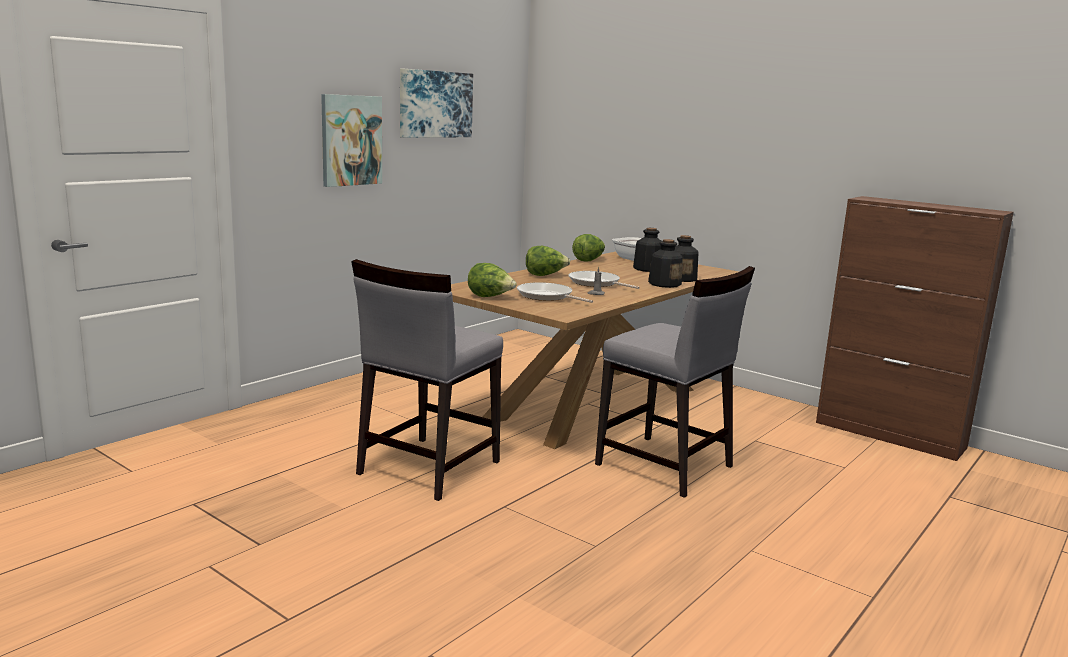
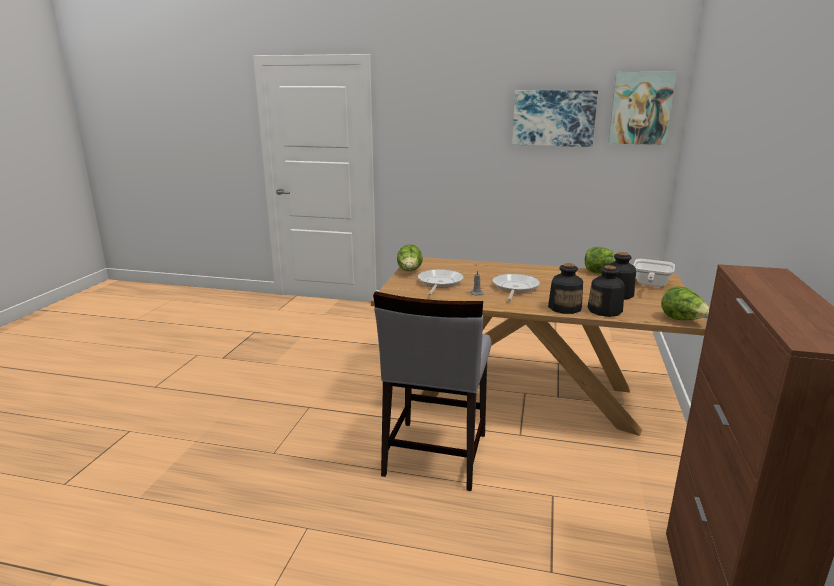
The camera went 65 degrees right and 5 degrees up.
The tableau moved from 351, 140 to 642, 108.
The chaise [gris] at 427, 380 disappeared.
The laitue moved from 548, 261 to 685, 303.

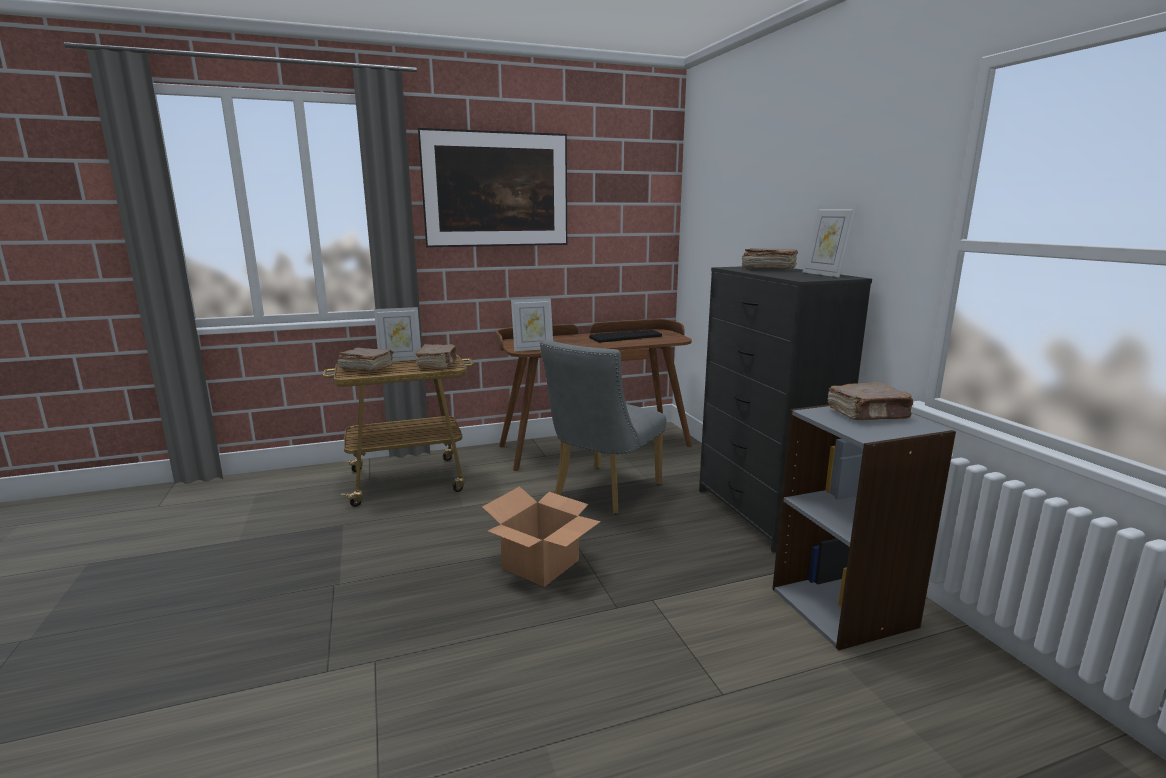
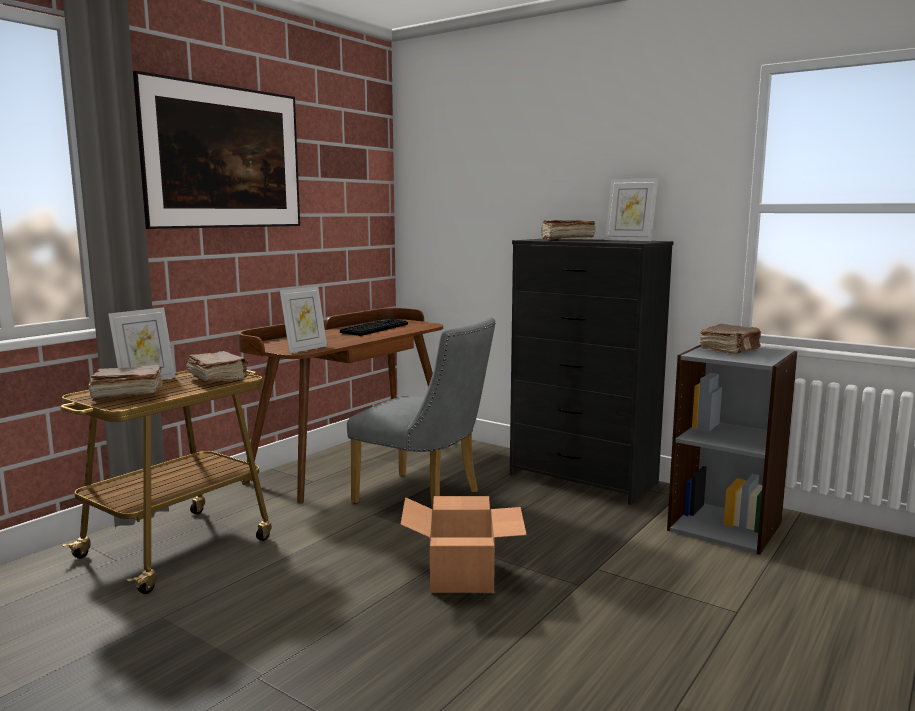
The camera went 35 degrees left and 5 degrees down.
The chaise [gris] at 603, 426 turned 60 degrees counterclockwise.

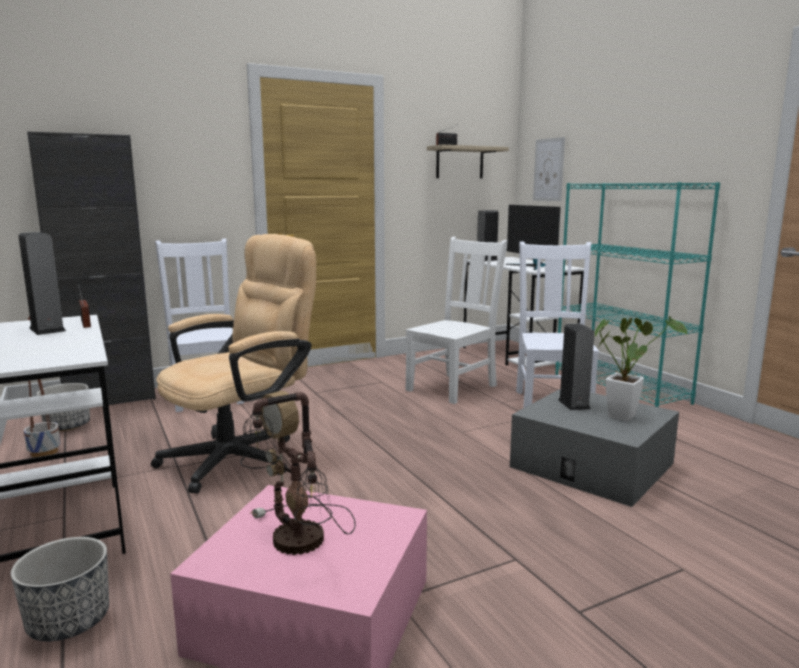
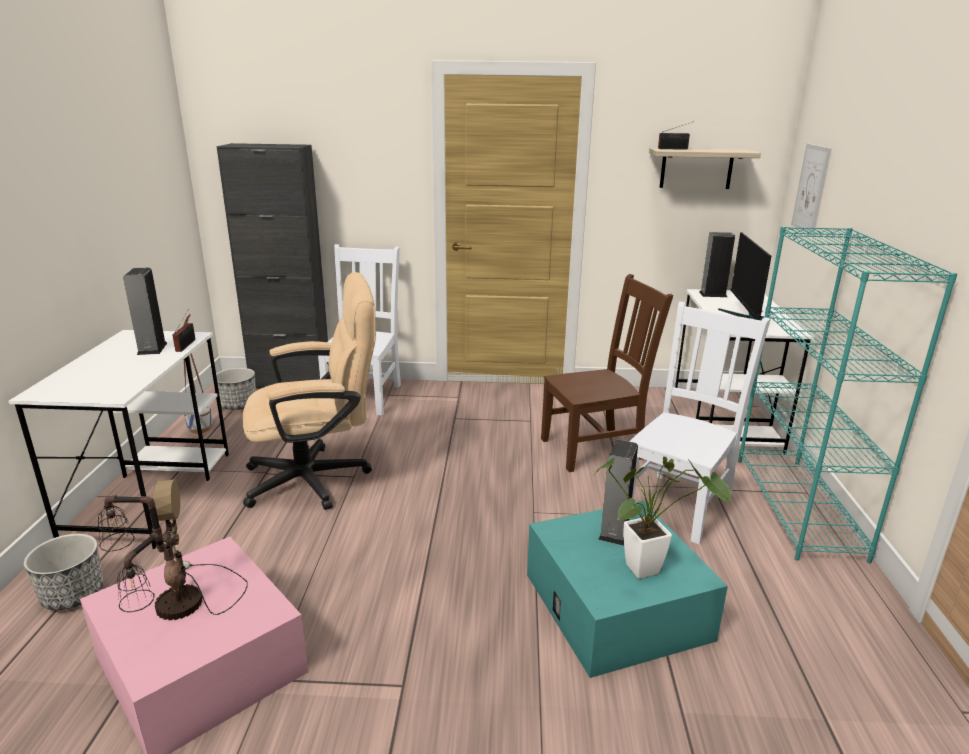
The camera went 30 degrees right and 10 degrees up.
The chaise [blanc] at 456, 320 became the chaise [marron] at 607, 373.
The boîte de rangement [gris] at 594, 448 became the boîte de rangement [turquoise] at 627, 589.

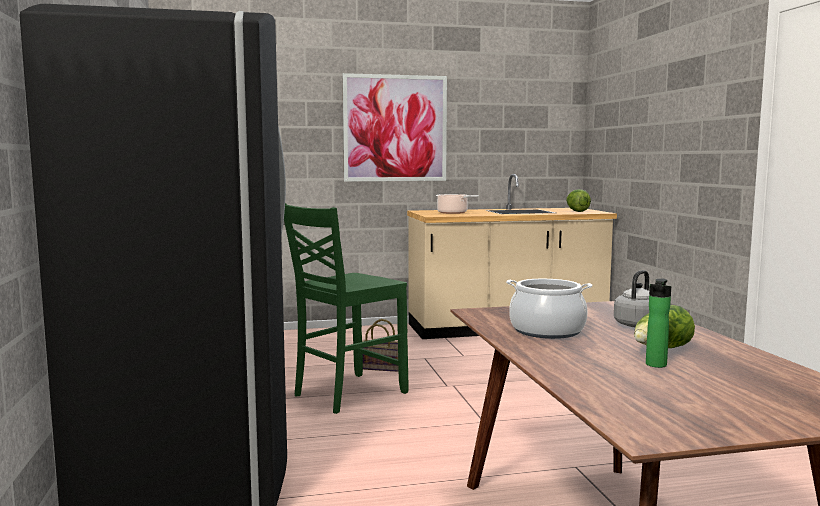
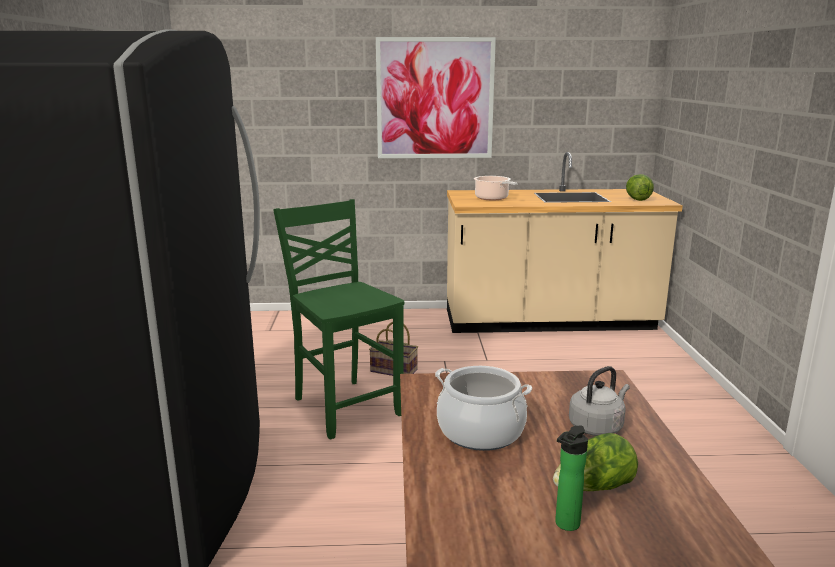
The camera went 10 degrees right and 10 degrees up.
The chaise [vert] at 346, 308 turned 90 degrees clockwise.

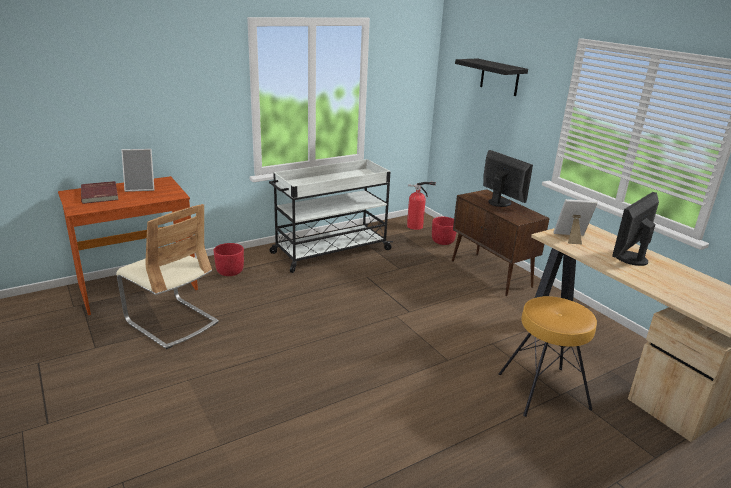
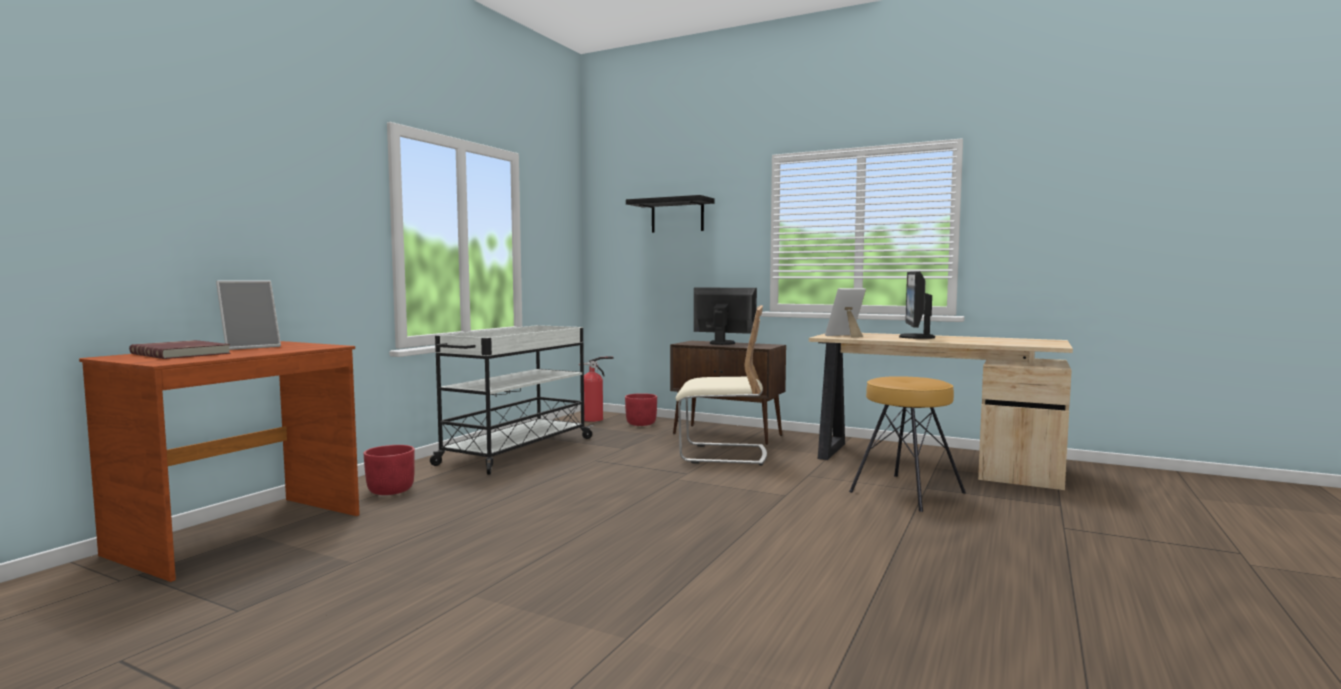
The camera went 30 degrees left and 20 degrees down.
The chaise [beige] moved from 167, 276 to 721, 385.

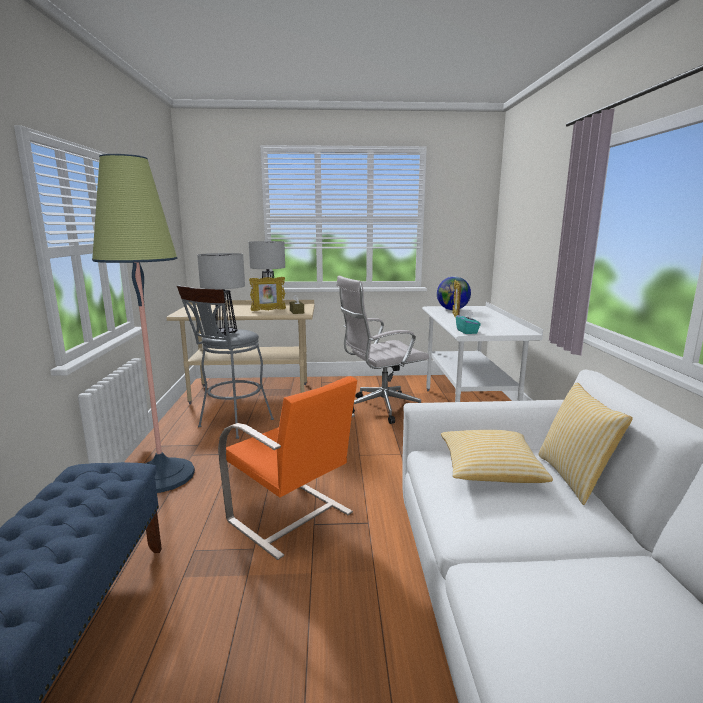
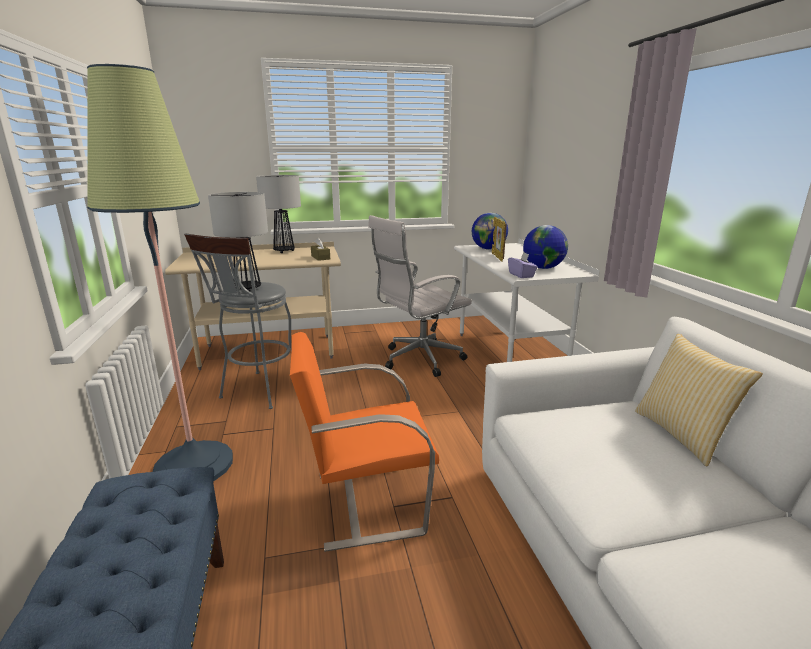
The camera went 10 degrees left and 5 degrees up.
The chaise [orange] at 287, 468 turned 135 degrees clockwise.
The cadre photo at 267, 294 disappeared.
The coussin at 497, 456 disappeared.
The boîte à mouchoirs [turquoise] at 468, 322 became the boîte à mouchoirs [violet] at 523, 265.
The globe at 545, 247 appeared.

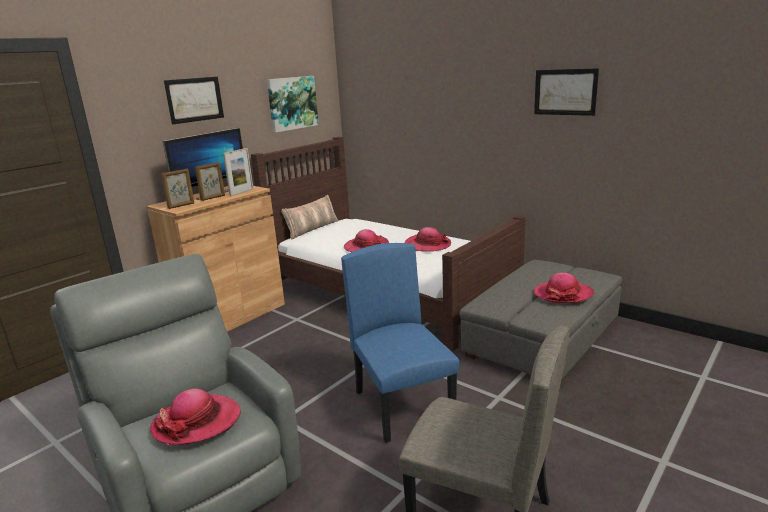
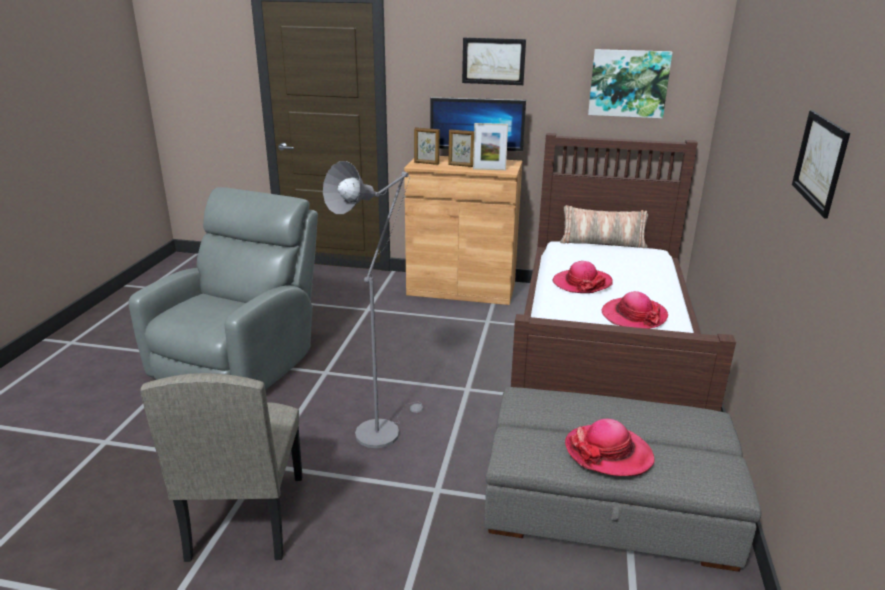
The camera went 60 degrees right and 5 degrees up.
The chapeau at 195, 417 disappeared.
The chaise [bleu] at 400, 343 was replaced by the lampadaire [gris] at 373, 304.

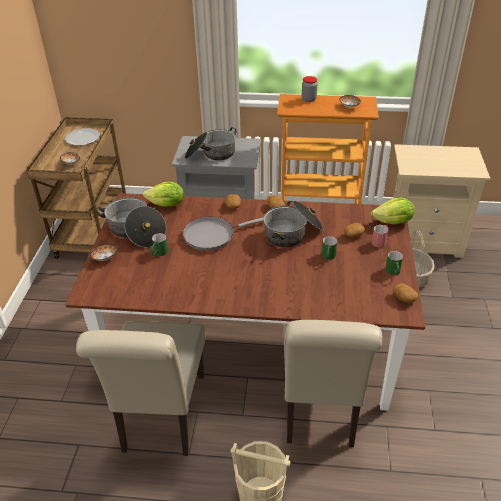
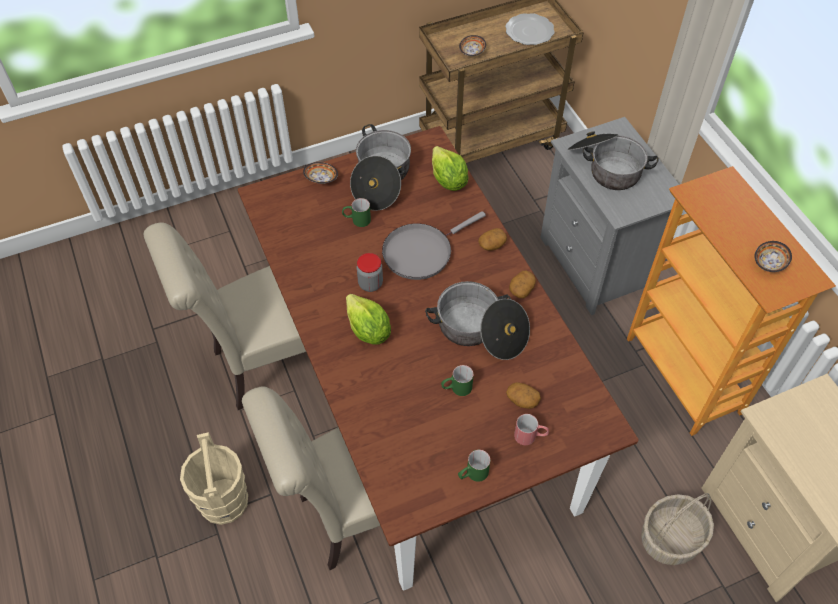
The camera went 60 degrees right and 15 degrees up.
The poêle [gris] at 223, 234 turned 75 degrees counterclockwise.
The bocal moved from 309, 89 to 370, 272.
The laitue moved from 393, 211 to 368, 319.
The pomme de terre at 405, 293 disappeared.

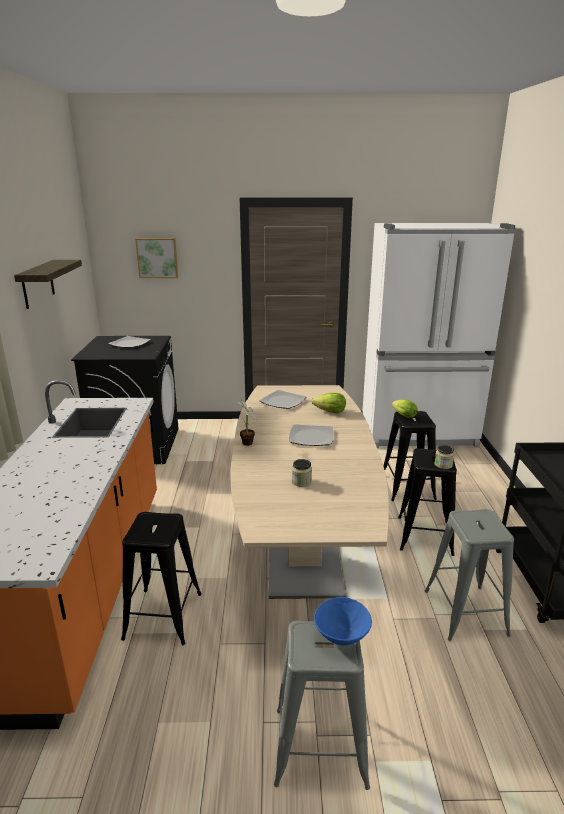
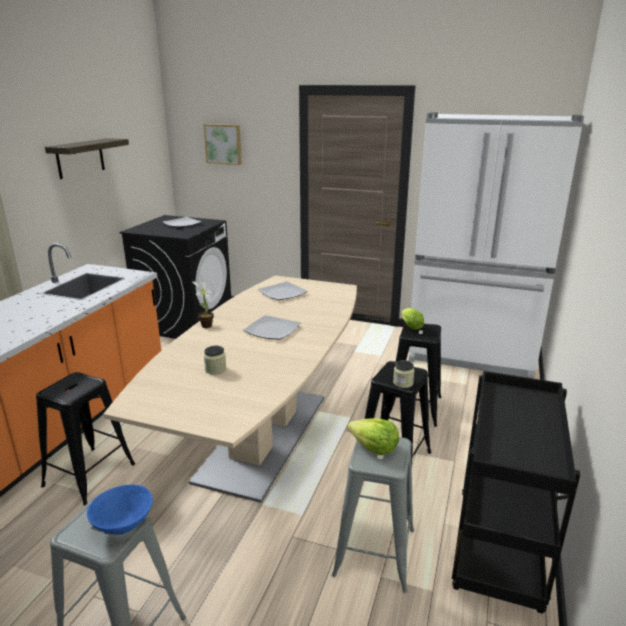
The camera went 20 degrees right and 0 degrees up.
The laitue moved from 329, 403 to 373, 436.

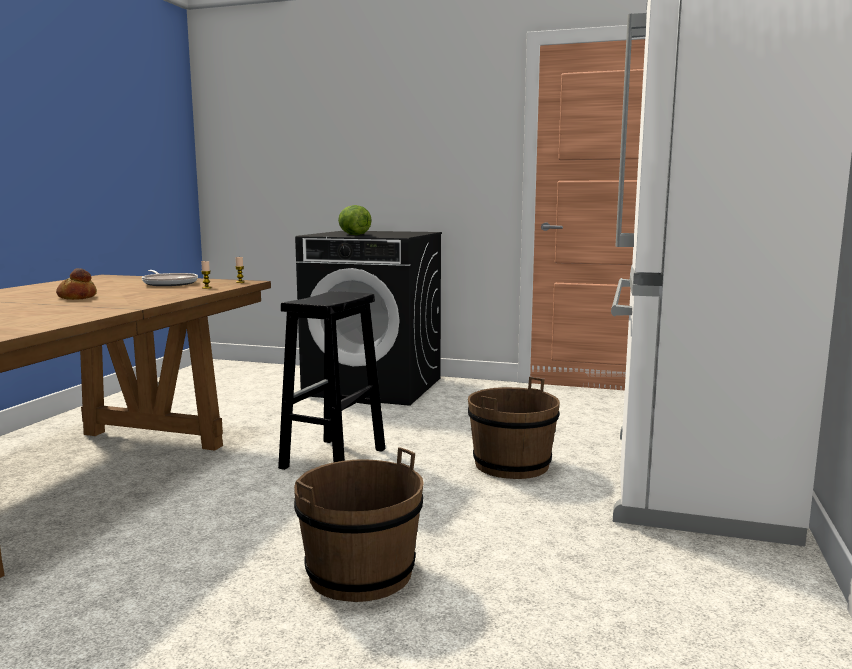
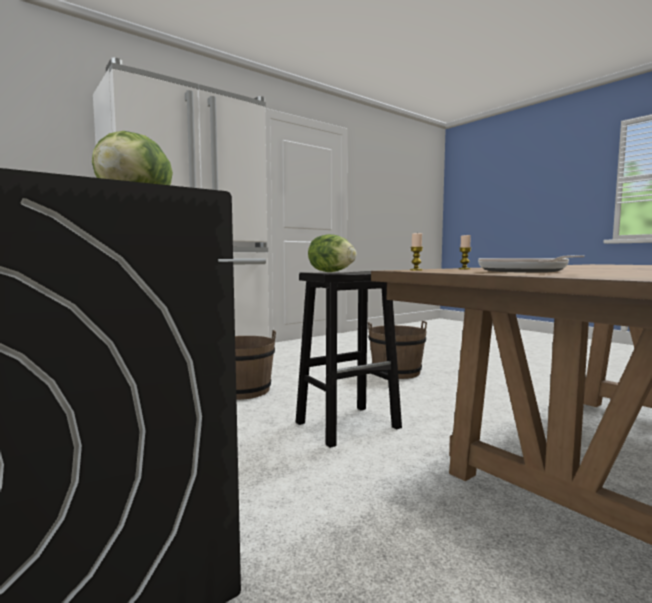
The camera went 145 degrees left and 5 degrees down.
The pain at 76, 284 disappeared.
The laitue at 332, 253 appeared.

